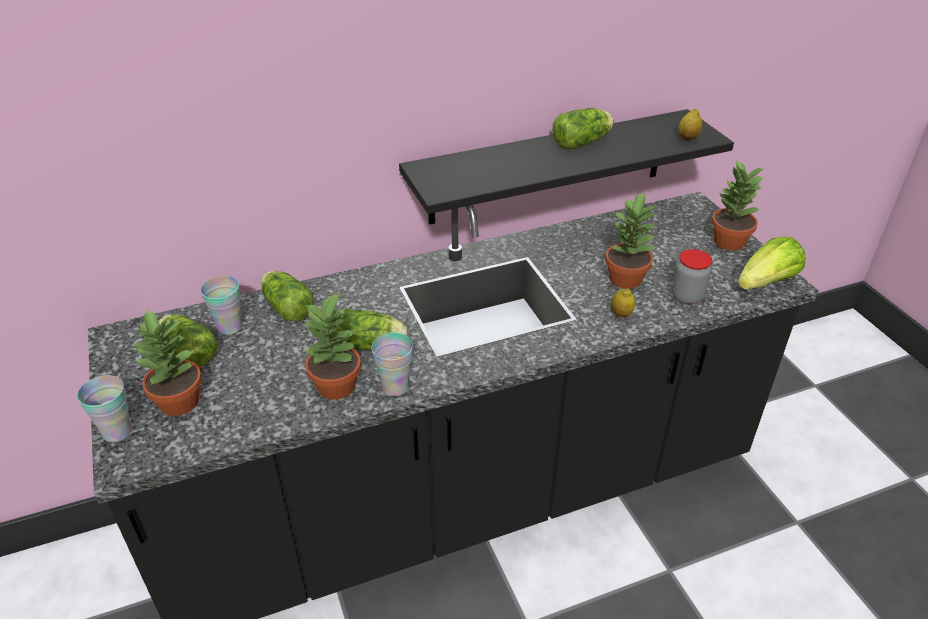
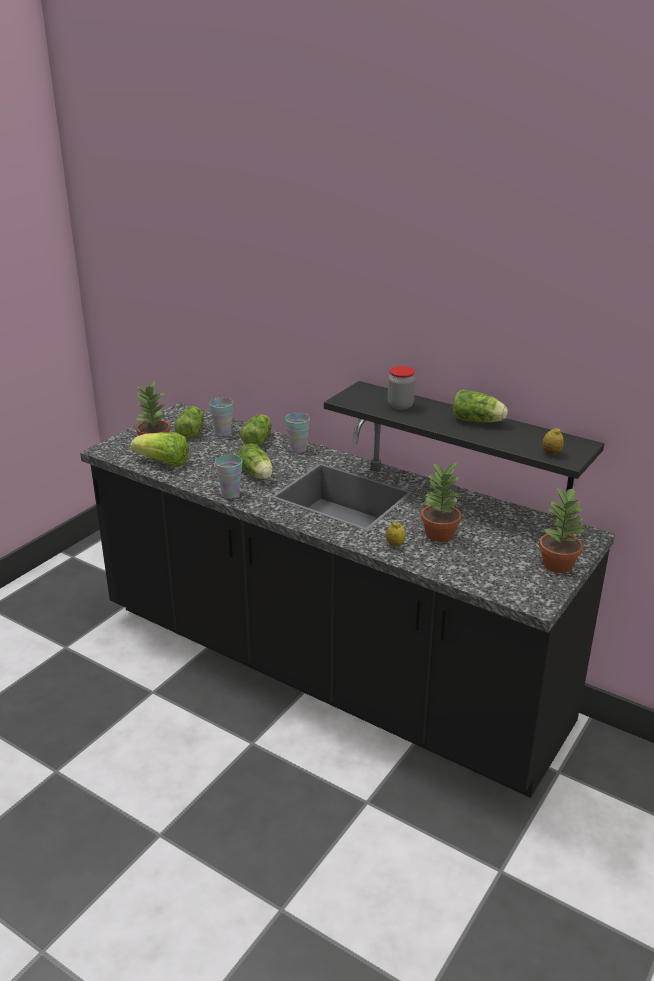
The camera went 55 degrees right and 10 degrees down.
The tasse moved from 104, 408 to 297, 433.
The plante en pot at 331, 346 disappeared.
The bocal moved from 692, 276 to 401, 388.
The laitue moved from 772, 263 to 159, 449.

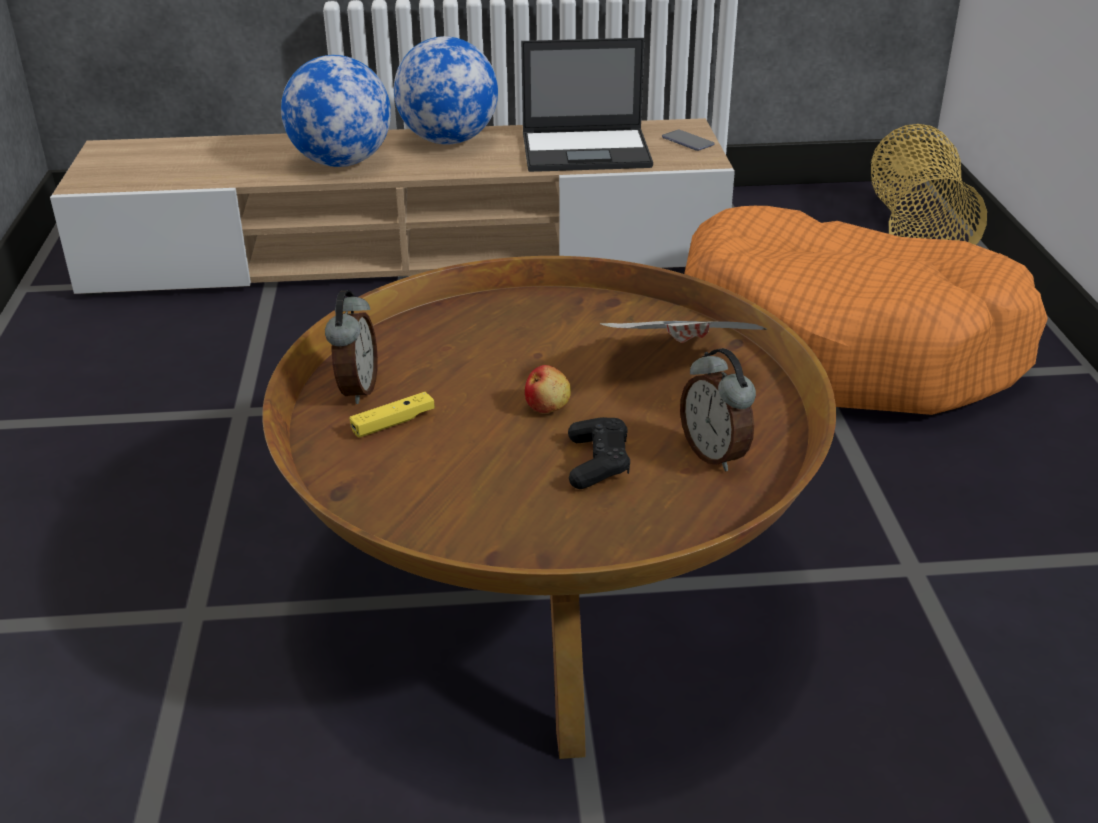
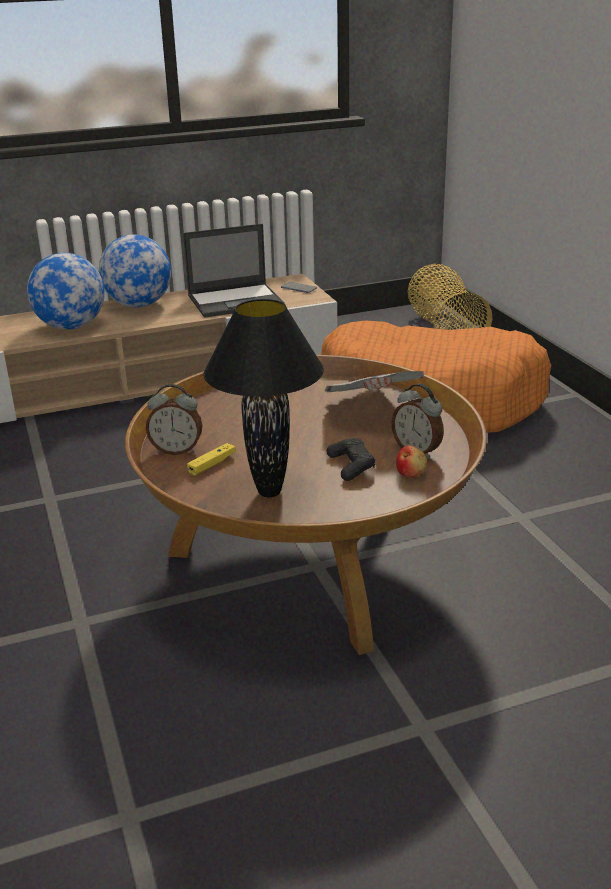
The camera went 15 degrees left and 5 degrees down.
The réveil at 351, 347 turned 105 degrees clockwise.
The pomme moved from 548, 389 to 411, 461.
The lampe de table [noir] at 263, 398 appeared.

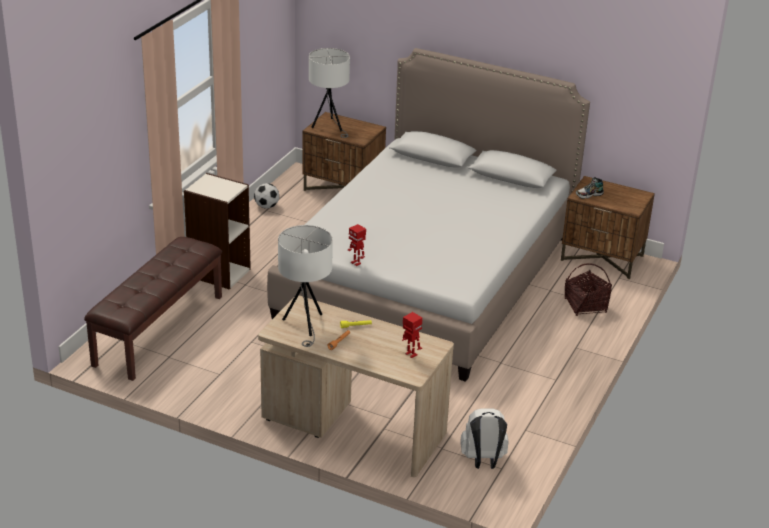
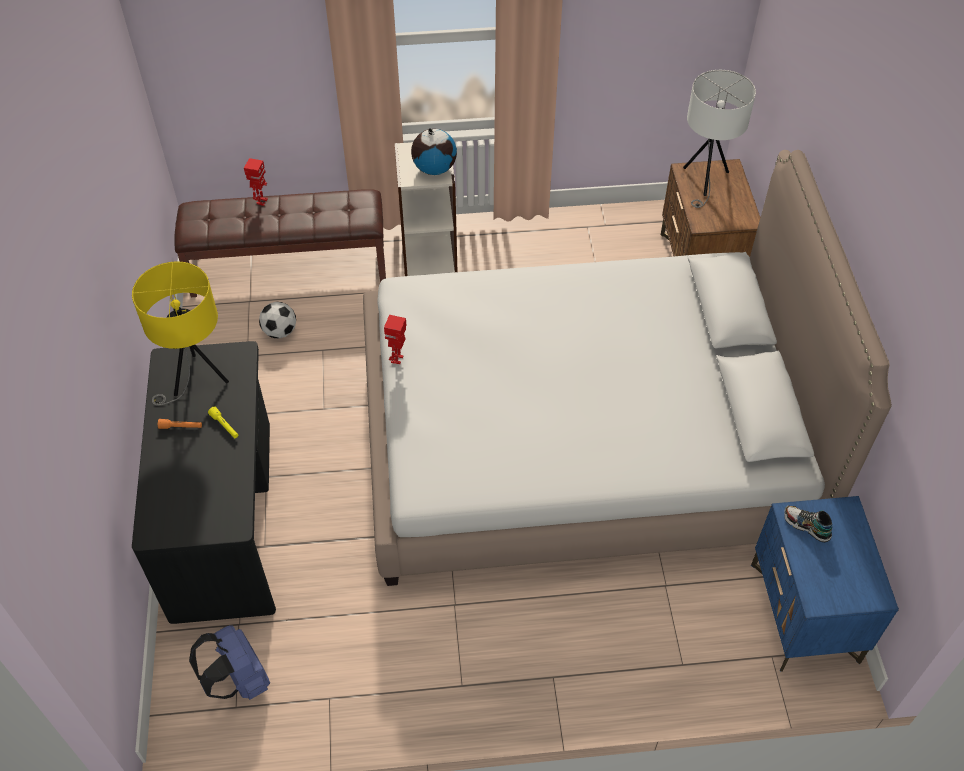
The camera went 60 degrees right and 20 degrees up.
The ballon de foot moved from 266, 196 to 277, 320.
The bureau [beige] at 356, 386 became the bureau [noir] at 204, 482.
The lampe de table [blanc] at 305, 286 became the lampe de table [jaune] at 180, 334.
The robot jouet moved from 412, 335 to 256, 182.
The sac à dos [blanc] at 484, 438 became the sac à dos [bleu] at 229, 662.
The table de chevet [marron] at 608, 227 became the table de chevet [bleu] at 825, 584.
The panier at 588, 289 disappeared.
The globe at 434, 151 appeared.

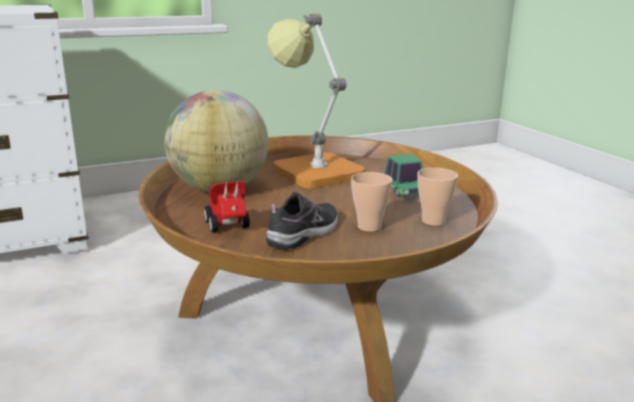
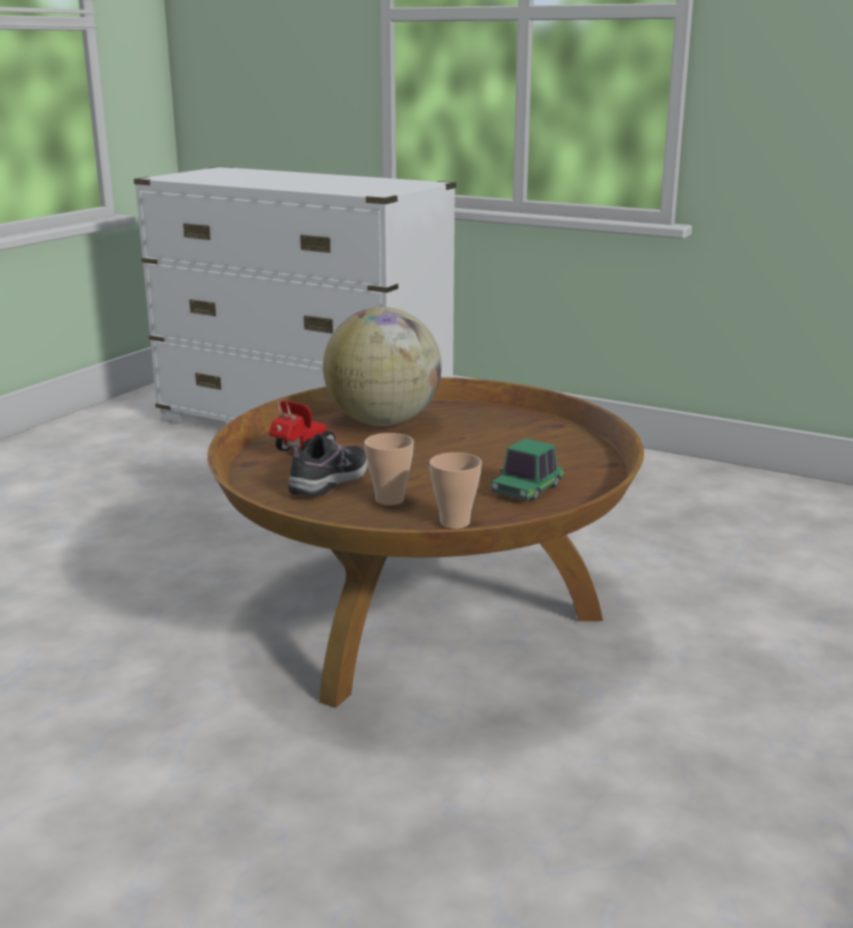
The camera went 55 degrees right and 0 degrees up.
The chaussure at 302, 220 turned 60 degrees counterclockwise.
The lampe de table at 316, 100 disappeared.

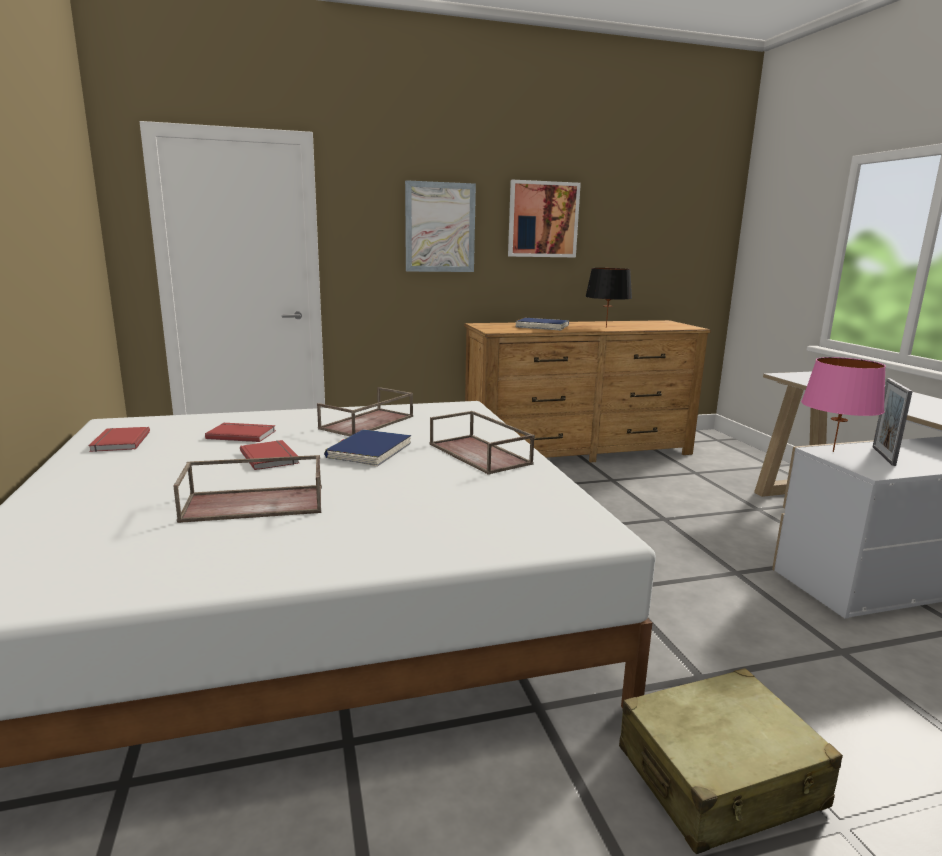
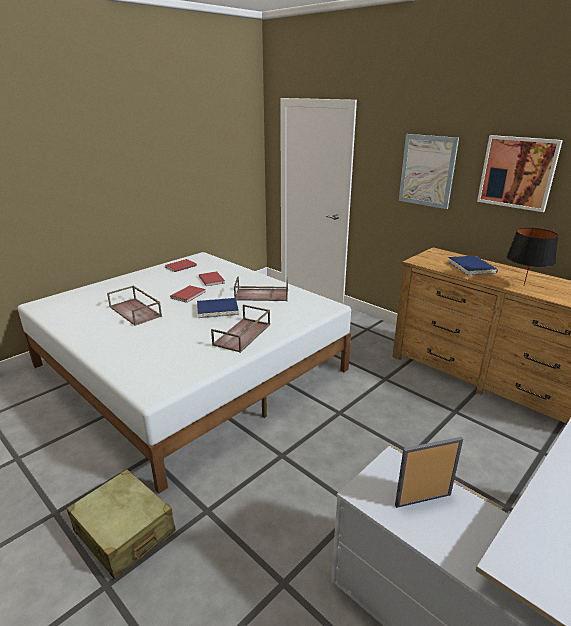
The camera went 60 degrees right and 10 degrees up.
The lampe de table [rose] at 843, 404 disappeared.

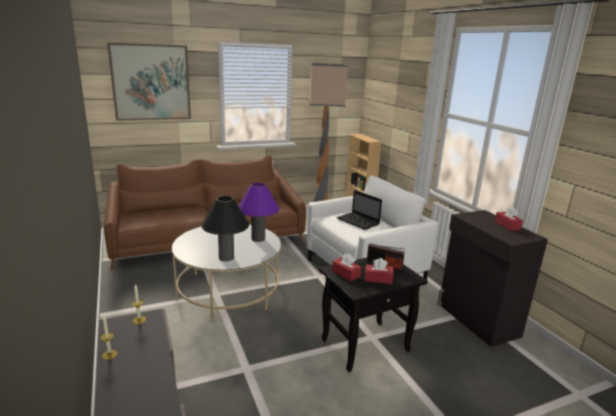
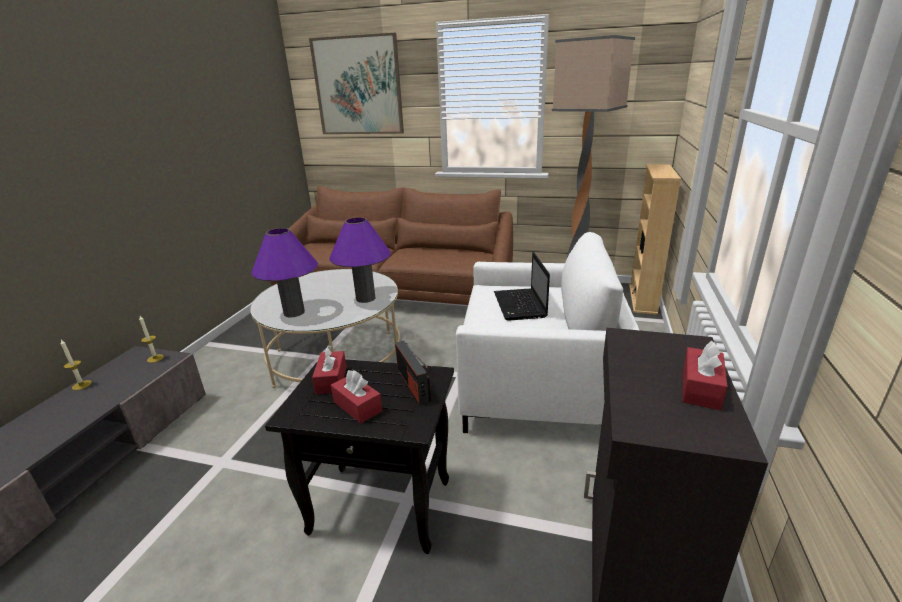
The camera went 40 degrees right and 5 degrees up.
The lampe de table [noir] at 225, 228 became the lampe de table [violet] at 284, 272.

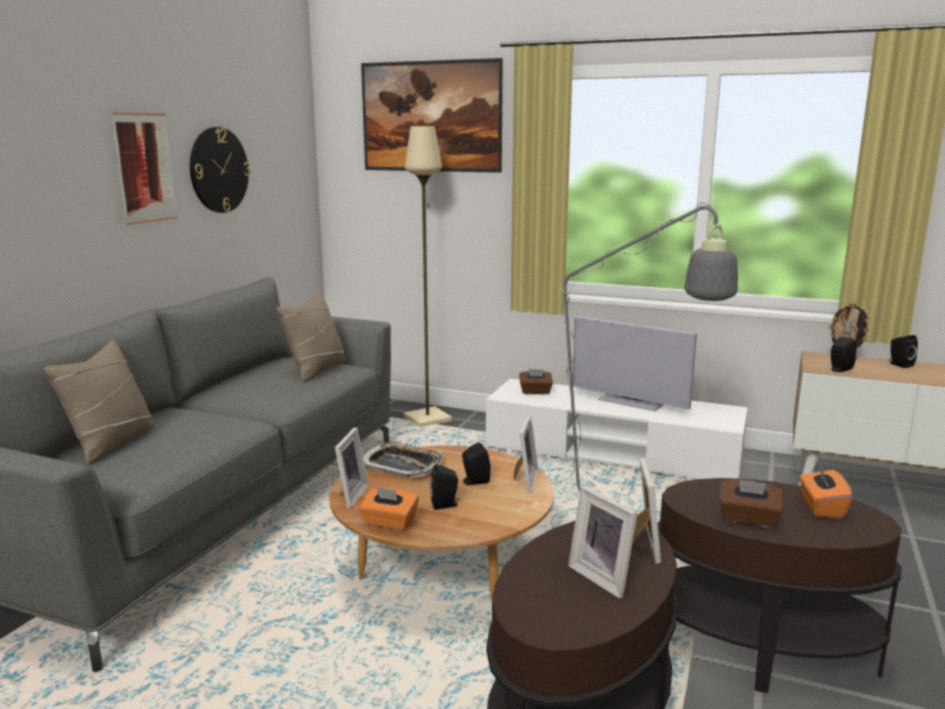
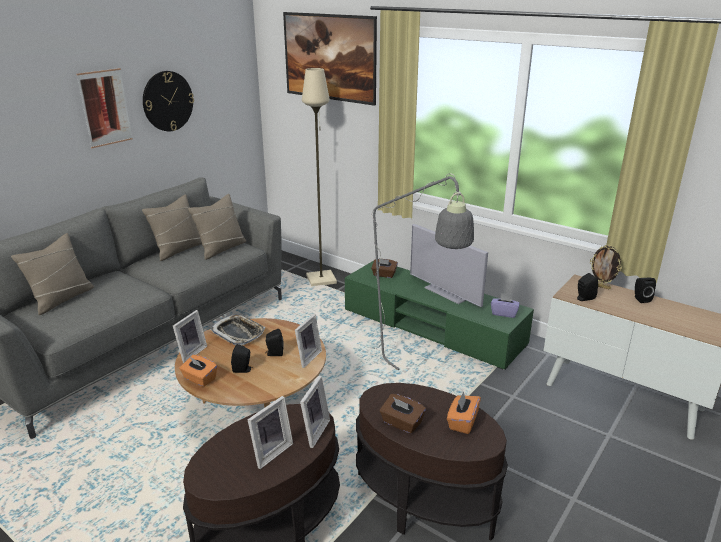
The camera went 15 degrees right and 10 degrees up.
The meuble télé [blanc] at 617, 429 became the meuble télé [vert] at 439, 315.
The cadre photo at 602, 542 turned 120 degrees counterclockwise.
The coussin [beige] at 172, 227 appeared.
The boîte à mouchoirs [violet] at 505, 305 appeared.

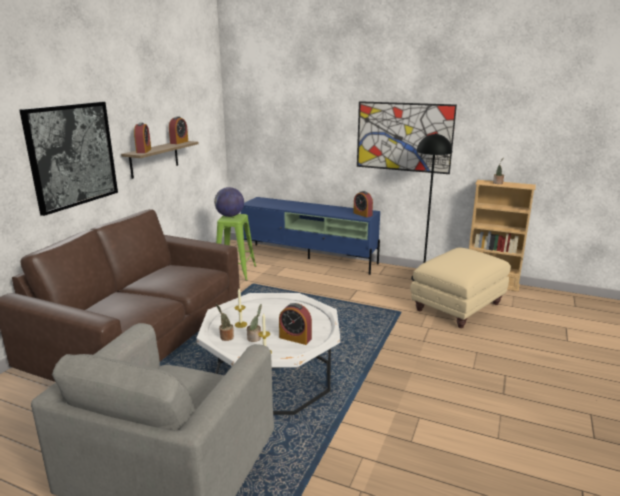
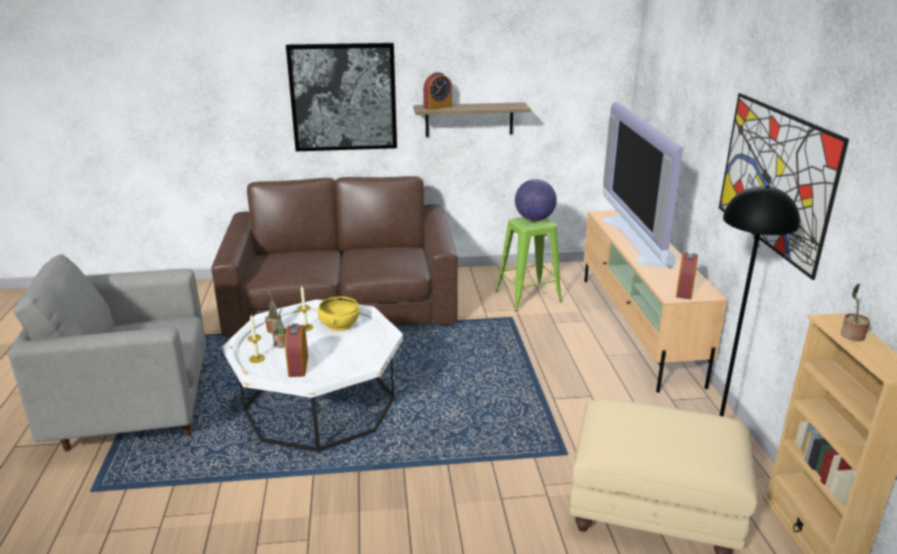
The camera went 60 degrees right and 5 degrees up.
The réveil at 178, 130 disappeared.
The meuble télé [bleu] at 310, 236 became the meuble télé [beige] at 656, 301.
The bol [jaune] at 339, 313 appeared.
The téléviseur at 643, 185 appeared.

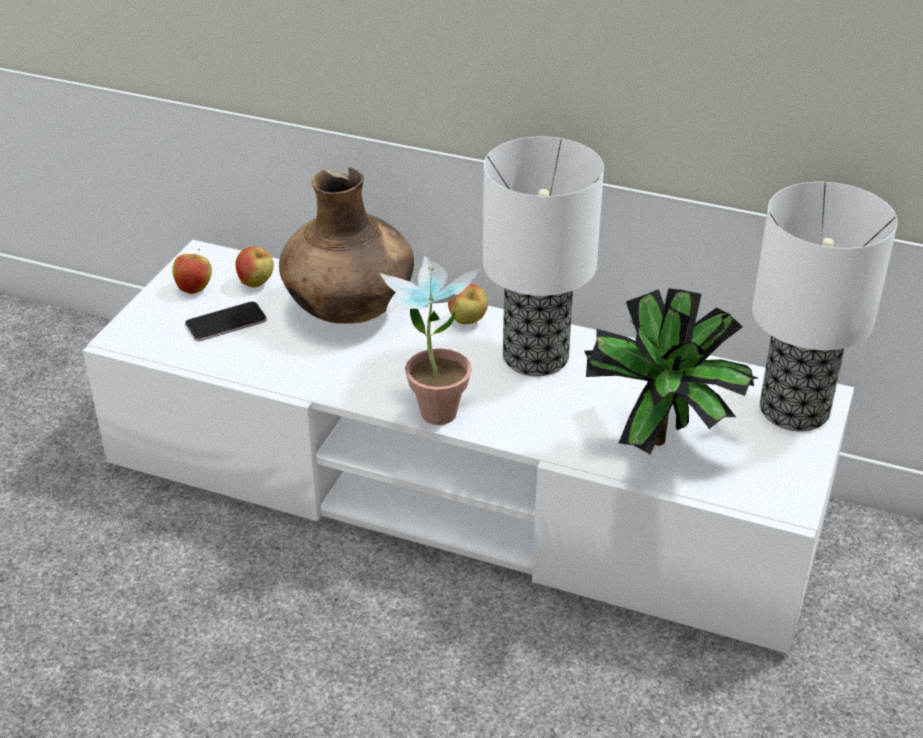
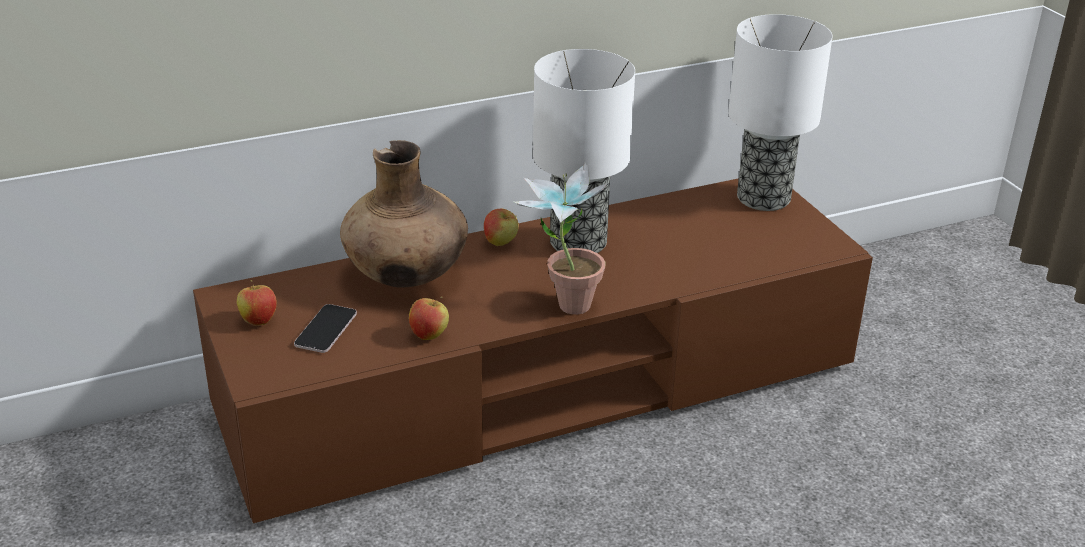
The camera went 45 degrees left and 5 degrees down.
The meuble télé [blanc] at 468, 447 became the meuble télé [marron] at 533, 350.
The pomme moved from 255, 267 to 429, 318.
The plante en pot at 671, 371 disappeared.

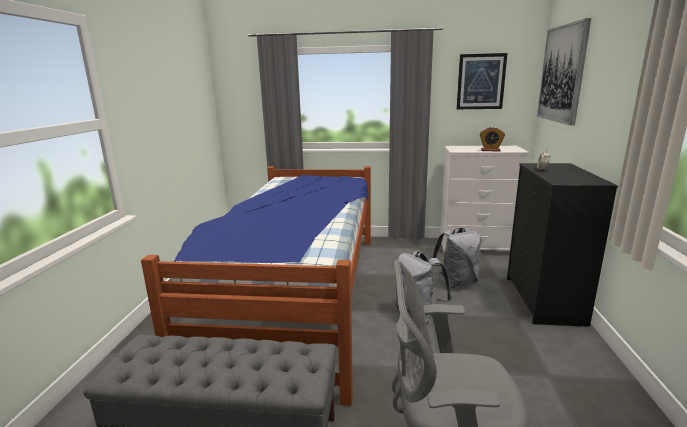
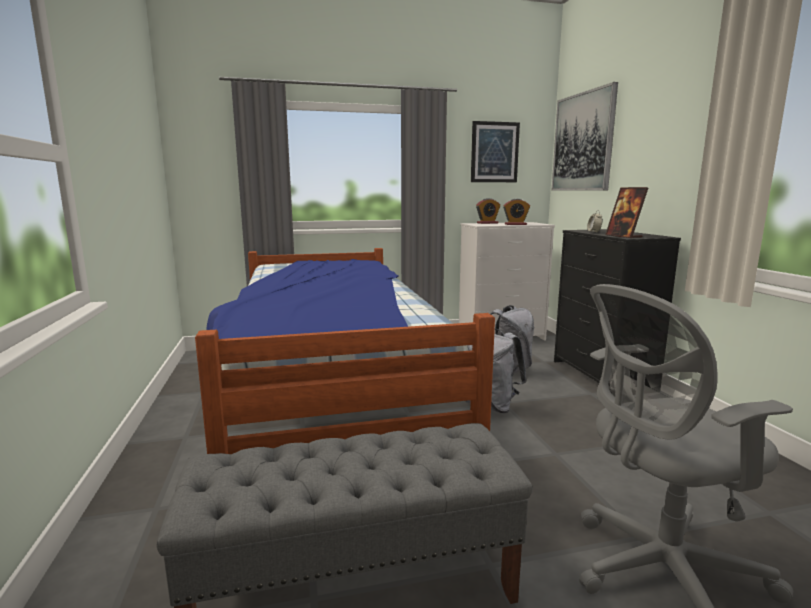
The camera went 20 degrees left and 5 degrees down.
The réveil at 488, 211 appeared.
The cadre photo at 626, 212 appeared.

